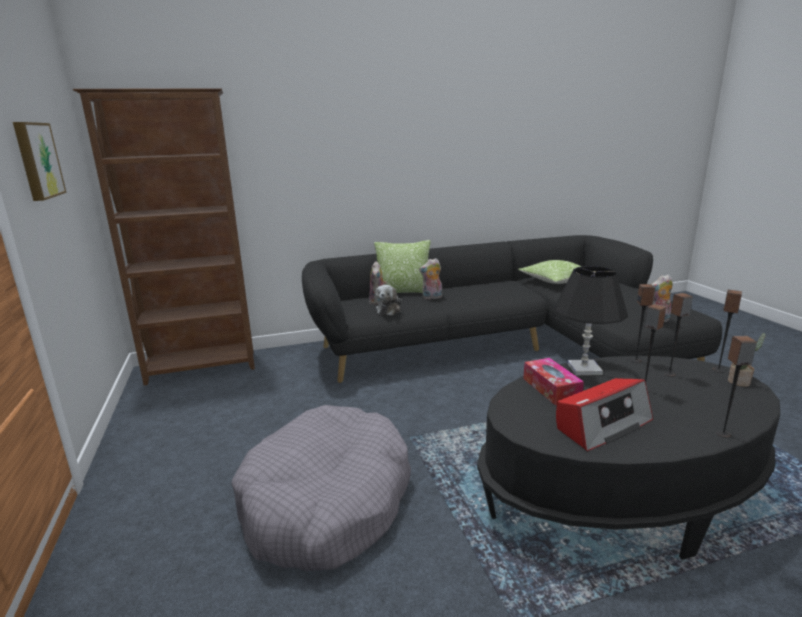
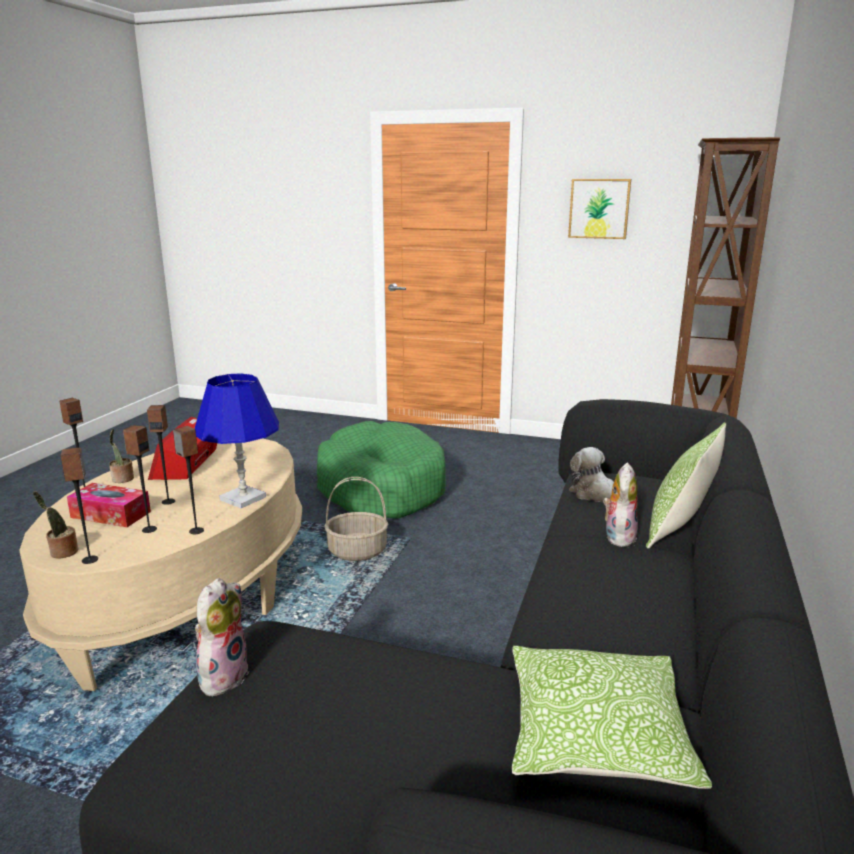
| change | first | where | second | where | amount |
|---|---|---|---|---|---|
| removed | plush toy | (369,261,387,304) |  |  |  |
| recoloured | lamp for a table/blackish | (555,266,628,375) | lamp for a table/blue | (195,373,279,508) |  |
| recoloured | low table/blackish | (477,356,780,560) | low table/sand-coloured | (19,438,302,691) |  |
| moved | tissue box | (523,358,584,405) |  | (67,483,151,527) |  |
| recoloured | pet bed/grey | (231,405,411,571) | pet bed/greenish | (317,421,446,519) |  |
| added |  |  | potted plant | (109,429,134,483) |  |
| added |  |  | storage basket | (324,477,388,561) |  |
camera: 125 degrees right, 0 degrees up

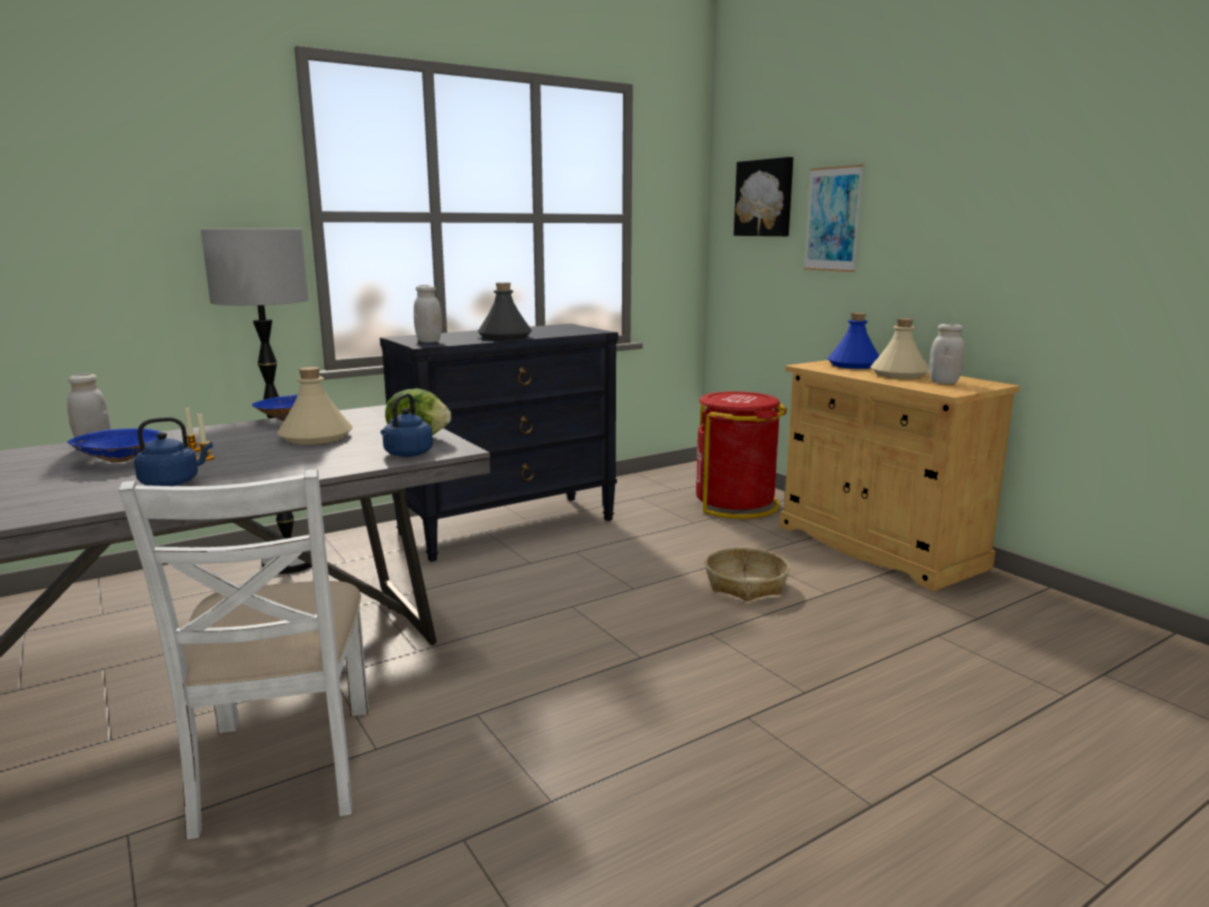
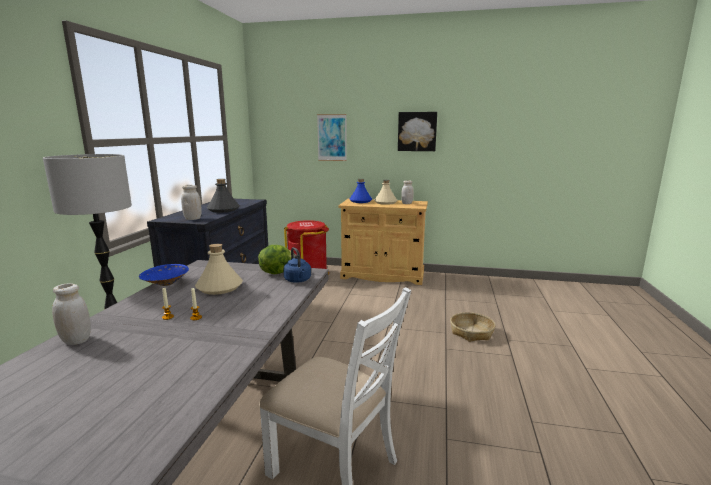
| change | first | where | second | where | amount |
|---|---|---|---|---|---|
| moved | wall art | (734,157,793,236) |  | (398,112,437,151) |  |
| removed | tea kettle/blue | (134,417,213,486) |  |  |  |
| removed | bowl/blue | (67,428,161,462) |  |  |  |
| moved | storage basket | (705,548,790,601) |  | (450,312,495,342) |  |
camera: 45 degrees left, 0 degrees up

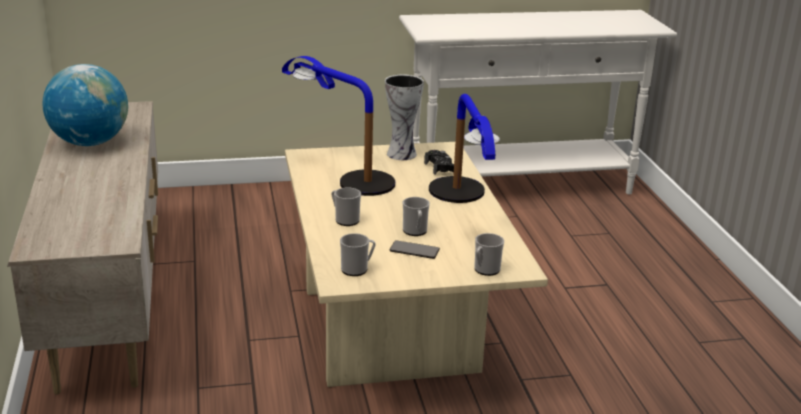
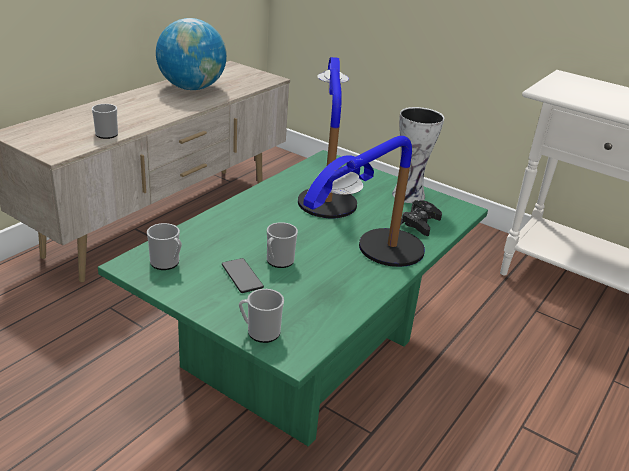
| change | first | where | second | where | amount |
|---|---|---|---|---|---|
| recoloured | low table/sand-coloured | (285,142,548,387) | low table/greenish | (98,150,488,447) |  |
| moved | coffee mug | (331,187,361,226) |  | (92,104,118,139) |  |
camera: 45 degrees right, 5 degrees up

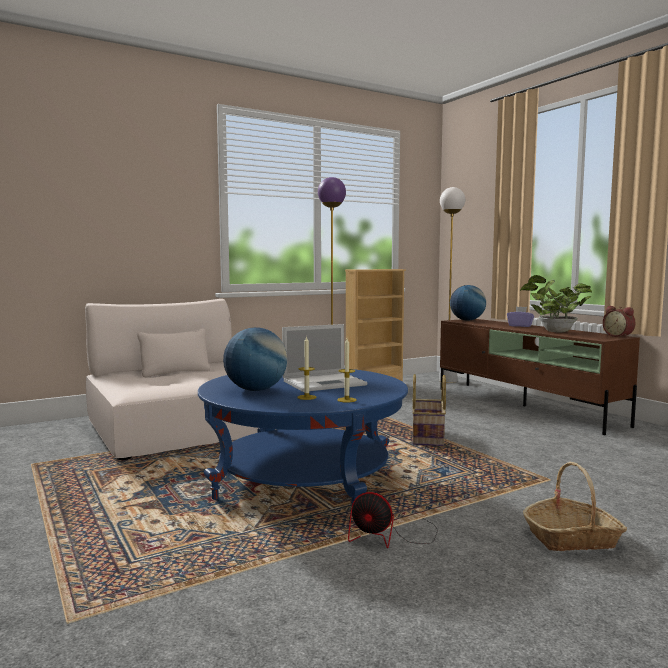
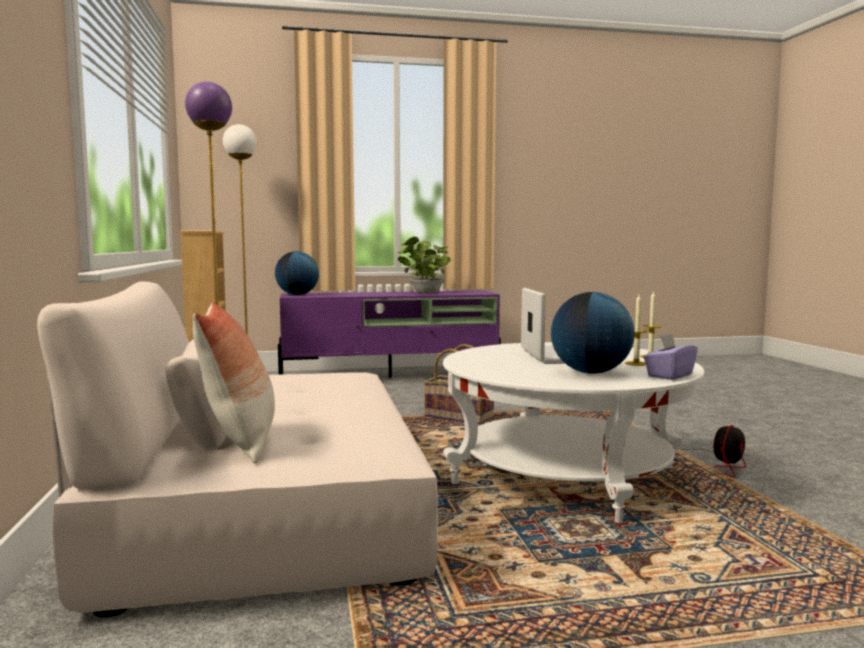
| change | first | where | second | where | amount |
|---|---|---|---|---|---|
| removed | table clock | (603,306,636,338) |  |  |  |
| moved | tissue box/purplish | (507,307,534,327) |  | (644,334,698,380) |  |
| recoloured | tv stand/brown | (440,319,640,435) | tv stand/purplish | (278,291,501,378) |  |
| recoloured | low table/blue | (198,368,408,504) | low table/whitish | (443,343,705,523) |  |
| removed | storage basket | (523,462,627,551) |  |  |  |
| added |  |  | pillow | (193,302,275,464) |  |
camera: 70 degrees left, 0 degrees up

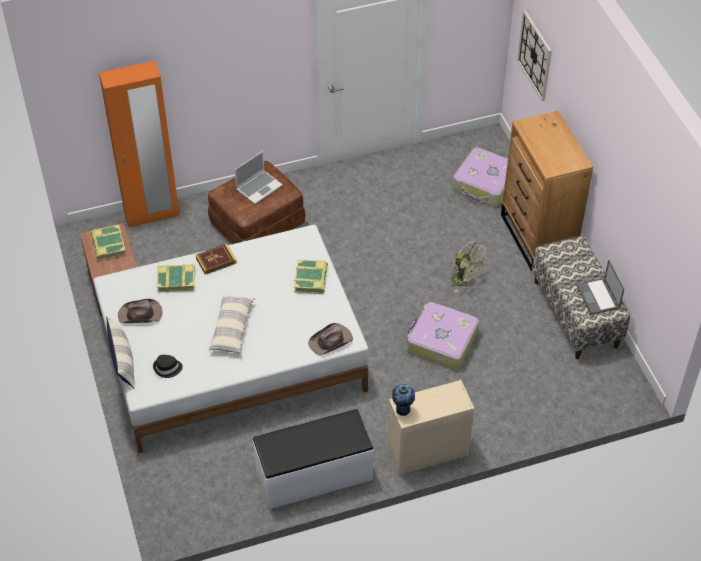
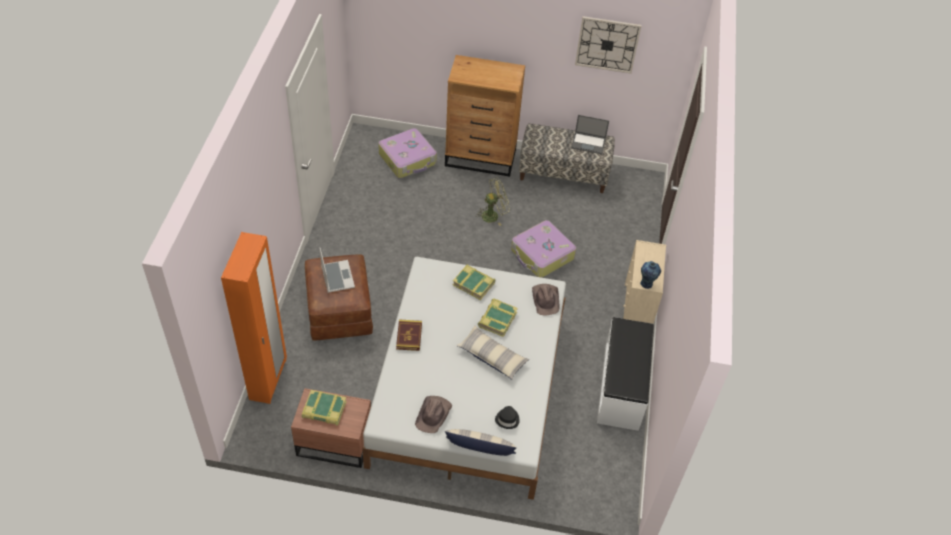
| change | first | where | second | where | amount |
|---|---|---|---|---|---|
| moved | clock on the wall | (517,10,552,101) |  | (575,16,641,74) |  |
| moved | bound book | (157,264,195,292) |  | (478,299,518,337) |  |
camera: 65 degrees left, 0 degrees up

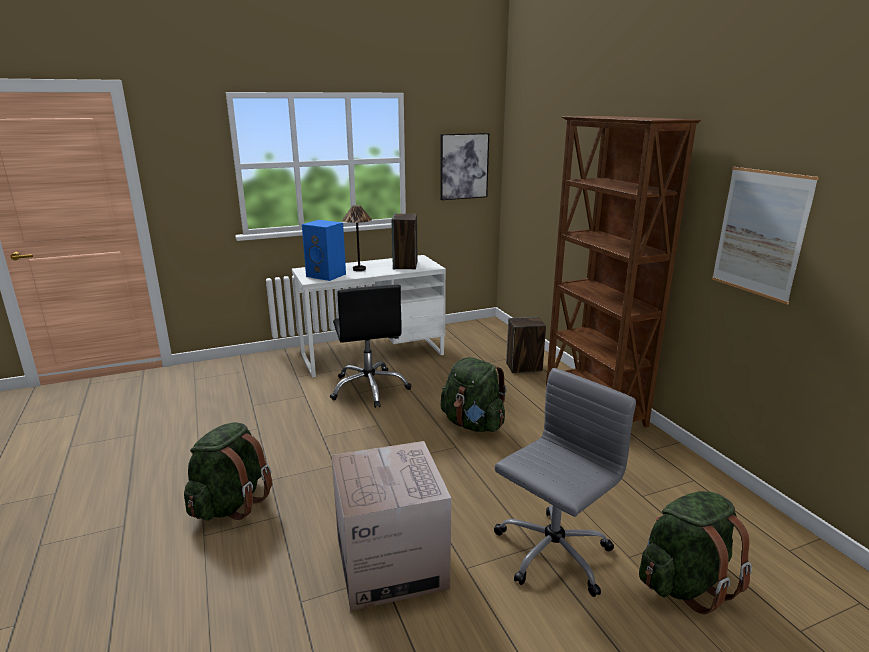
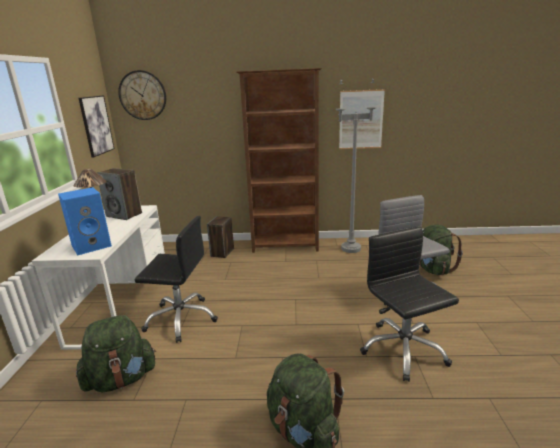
| change | first | where | second | where | amount |
|---|---|---|---|---|---|
| moved | knapsack/greenish | (441,357,507,432) |  | (76,315,156,393) |  |
| replaced | cardboard box | (331,441,451,611) | computer chair/blackish | (360,226,459,382) |  |
| added |  |  | clock on the wall | (118,70,166,120) |  |
| added |  |  | floor lamp/grey | (336,78,376,253) |  |
camera: 65 degrees left, 0 degrees up

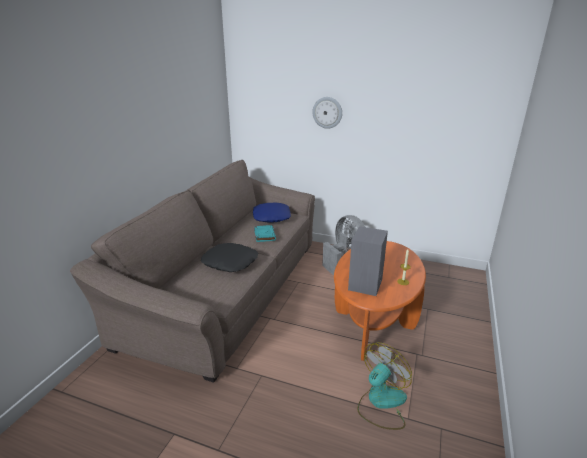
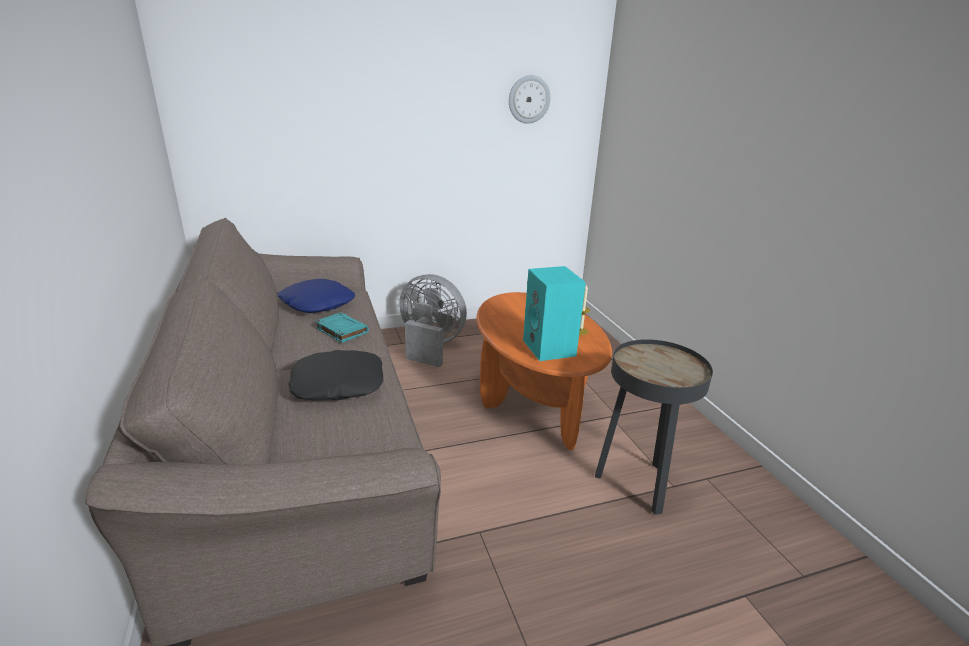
| change | first | where | second | where | amount |
|---|---|---|---|---|---|
| moved | clock on the wall | (312,97,342,129) |  | (509,75,550,124) |  |
| recoloured | speaker/grey | (348,226,388,296) | speaker/blue-green | (523,266,586,361) |  |
| replaced | cooling fan | (358,342,412,430) | side table/blackish | (595,339,713,515) |  |
camera: 40 degrees left, 0 degrees up

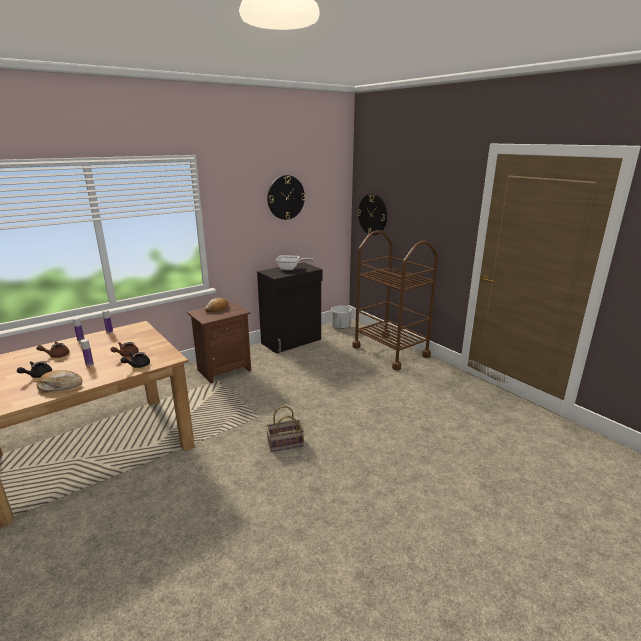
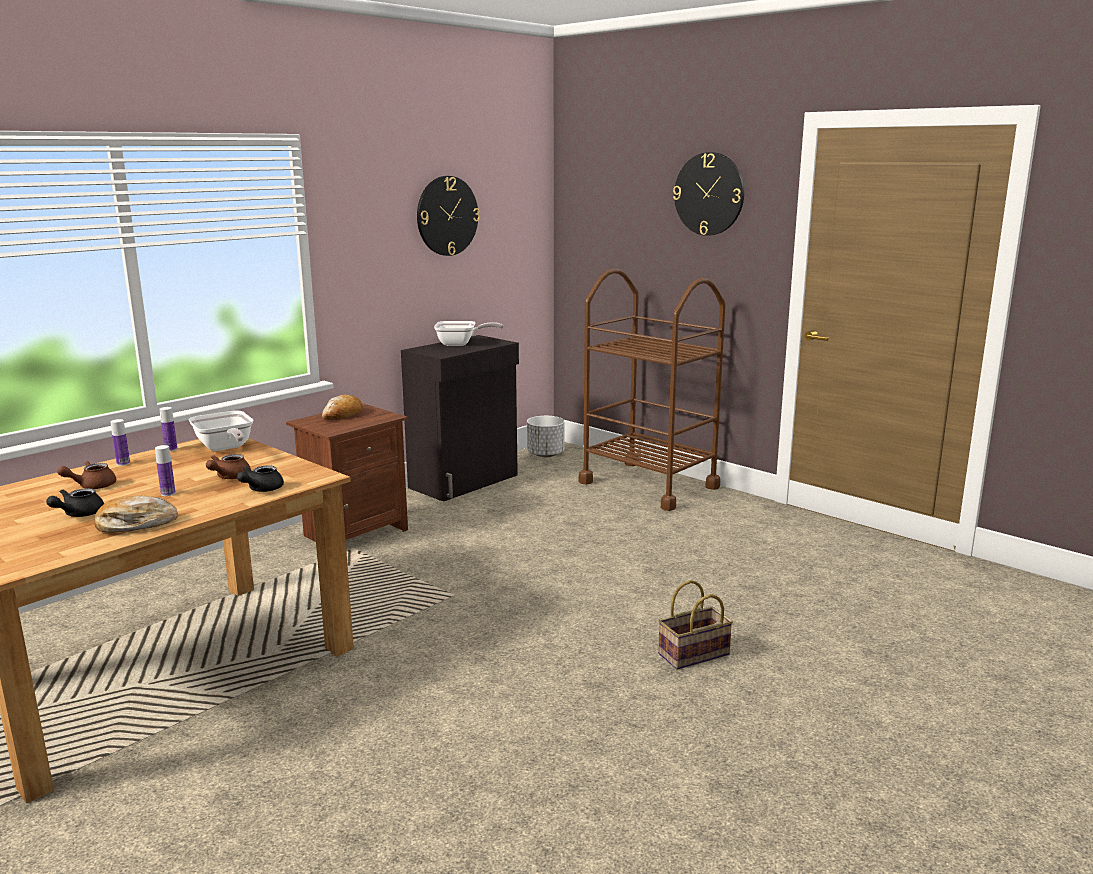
| change | first | where | second | where | amount |
|---|---|---|---|---|---|
| moved | clock on the wall | (357,194,387,235) |  | (673,152,744,236) |  |
| moved | storage basket | (266,406,304,452) |  | (658,580,733,670) |  |
| added |  |  | pan | (188,411,253,451) |  |
camera: 10 degrees left, 5 degrees down

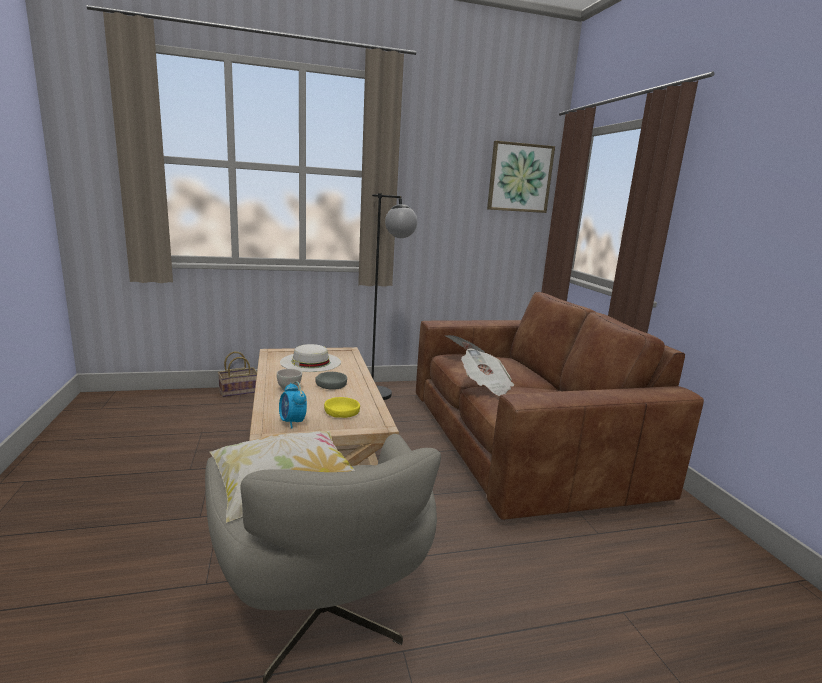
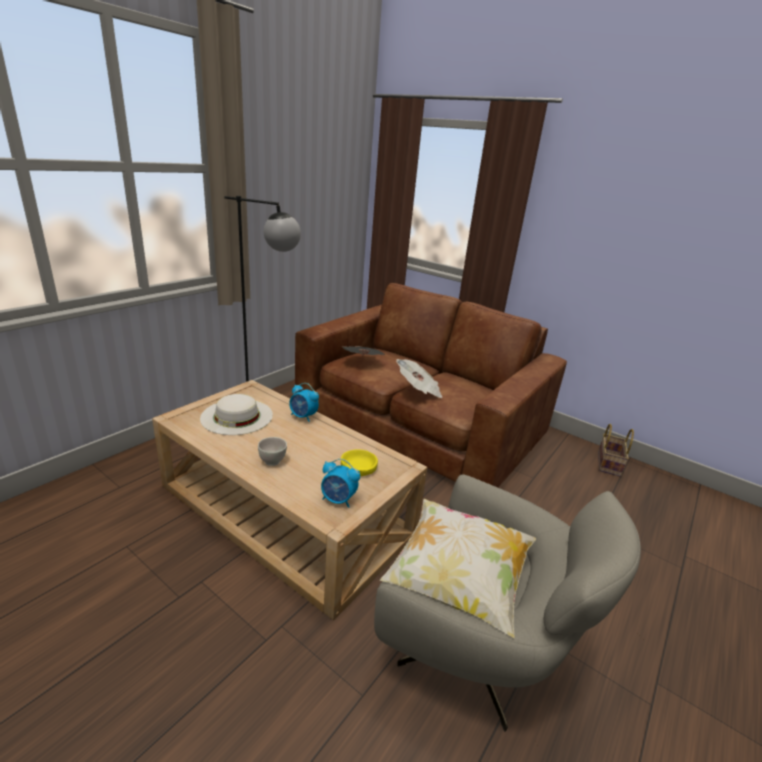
| change | first | where | second | where | amount |
|---|---|---|---|---|---|
| removed | wall art | (487,141,555,213) |  |  |  |
| moved | storage basket | (218,352,257,397) |  | (598,424,634,477) |  |
| removed | bowl/grey | (315,372,347,390) |  |  |  |
| added |  |  | table clock | (289,383,319,422) |  |
camera: 40 degrees left, 10 degrees up

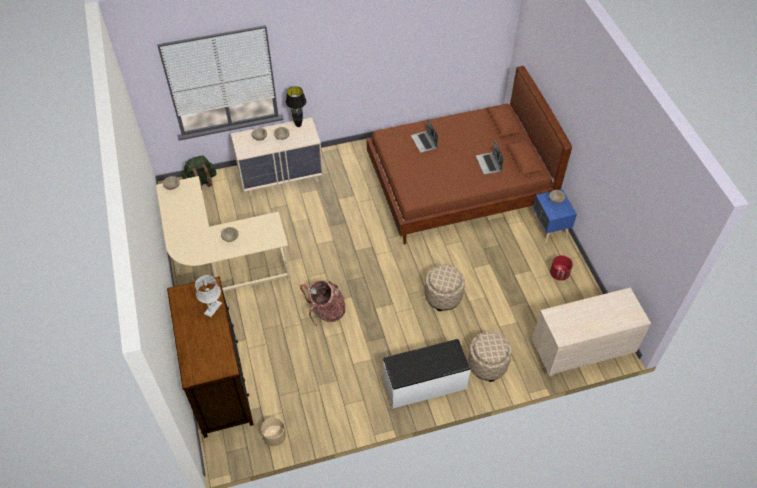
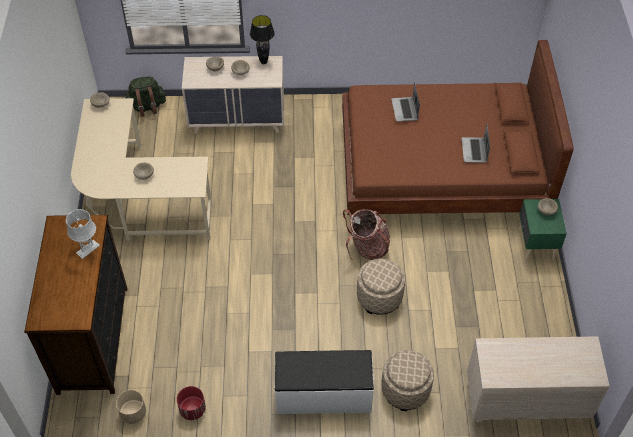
| change | first | where | second | where | amount |
|---|---|---|---|---|---|
| recoloured | bedside table/blue | (533,189,577,243) | bedside table/greenish | (519,199,567,261) |  |
| moved | flower pot/red | (550,255,573,281) |  | (177,386,206,420) |  |
| moved | knapsack | (300,280,346,326) |  | (343,209,390,260) |  |
camera: 15 degrees right, 0 degrees up

